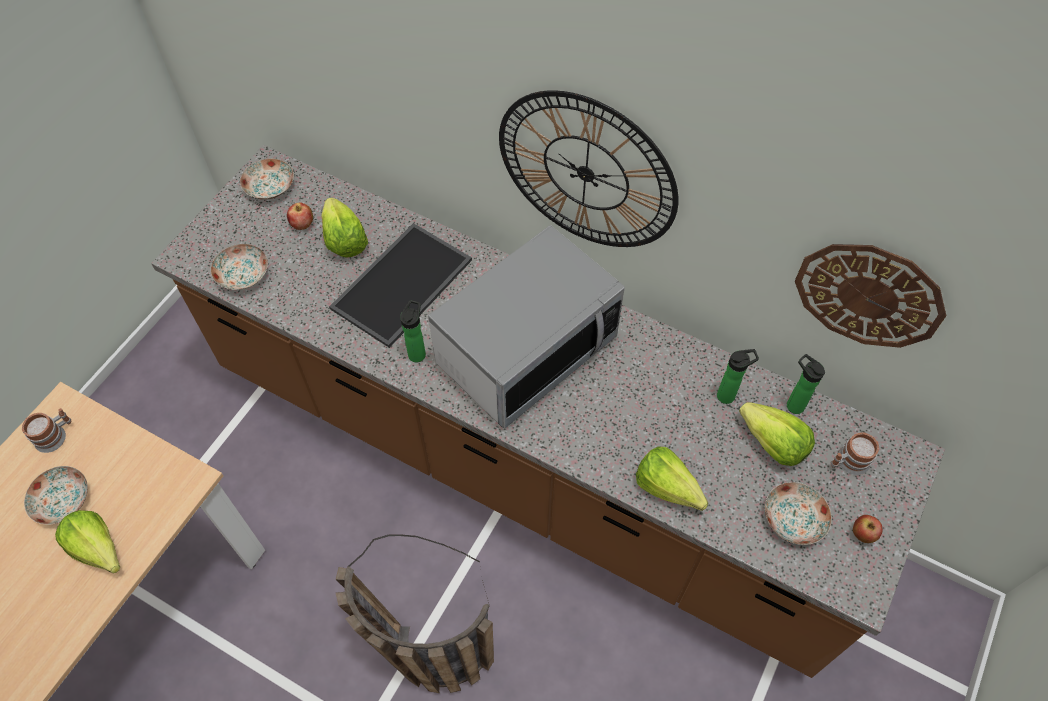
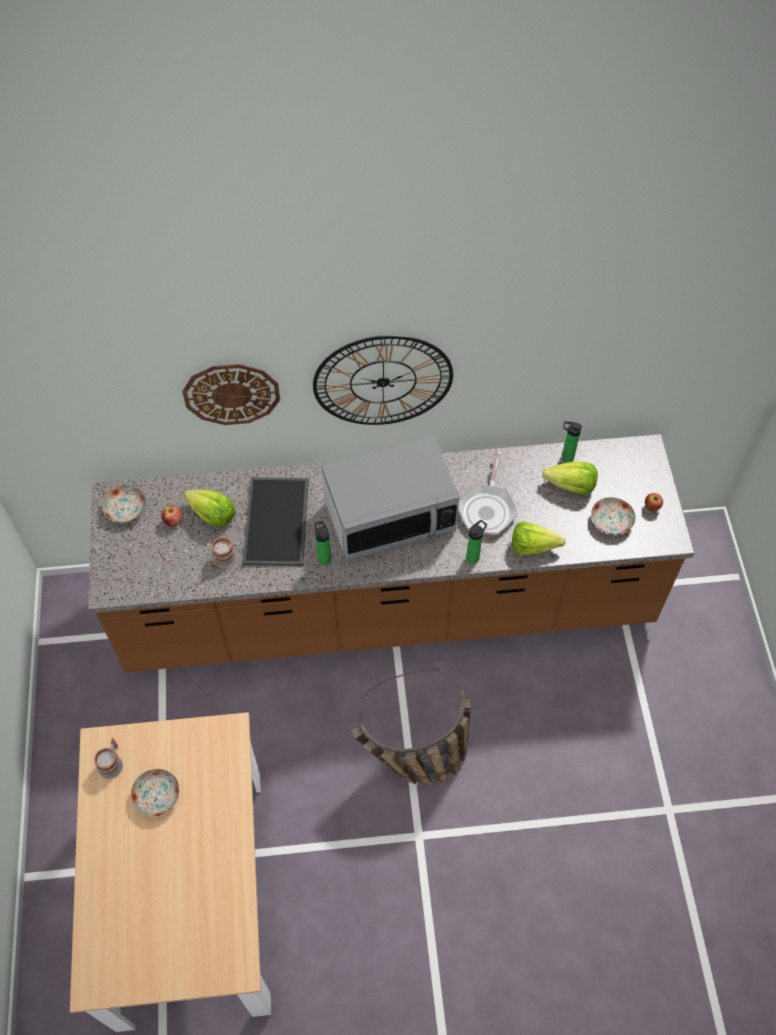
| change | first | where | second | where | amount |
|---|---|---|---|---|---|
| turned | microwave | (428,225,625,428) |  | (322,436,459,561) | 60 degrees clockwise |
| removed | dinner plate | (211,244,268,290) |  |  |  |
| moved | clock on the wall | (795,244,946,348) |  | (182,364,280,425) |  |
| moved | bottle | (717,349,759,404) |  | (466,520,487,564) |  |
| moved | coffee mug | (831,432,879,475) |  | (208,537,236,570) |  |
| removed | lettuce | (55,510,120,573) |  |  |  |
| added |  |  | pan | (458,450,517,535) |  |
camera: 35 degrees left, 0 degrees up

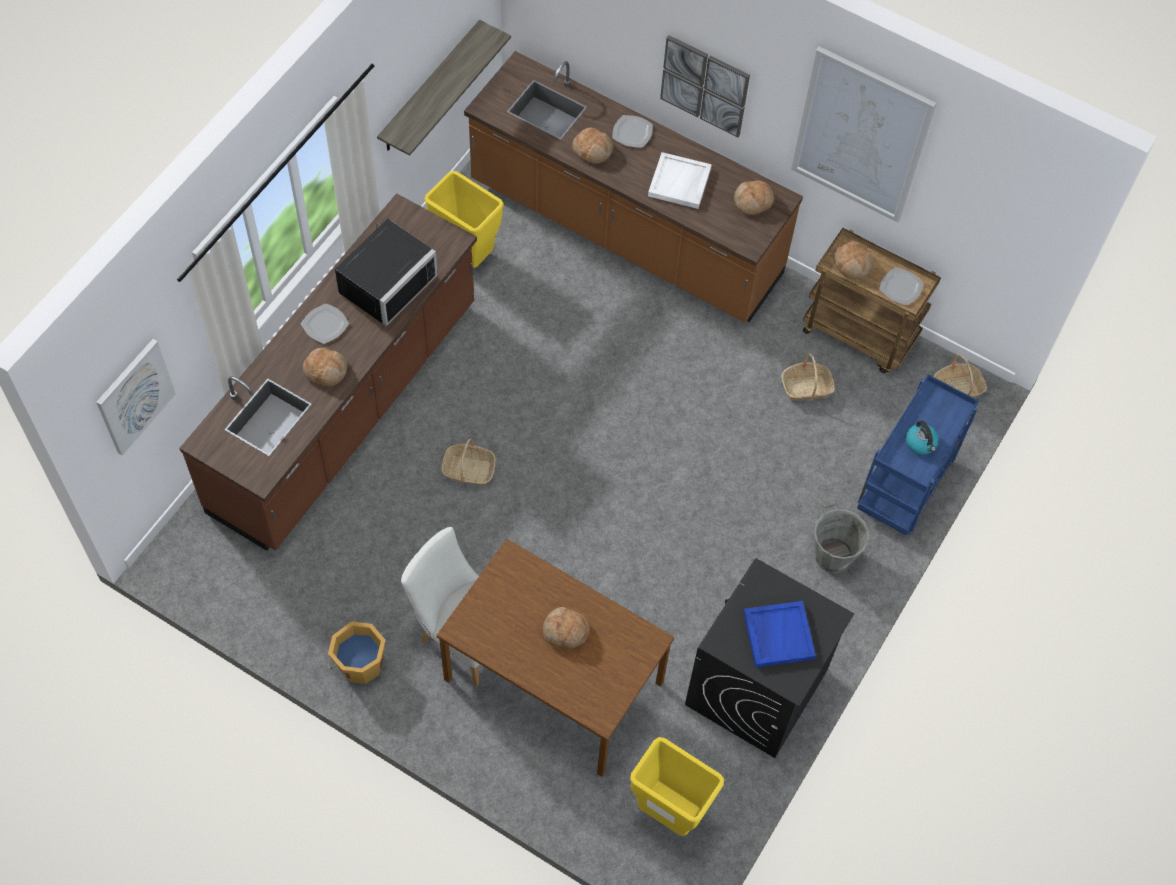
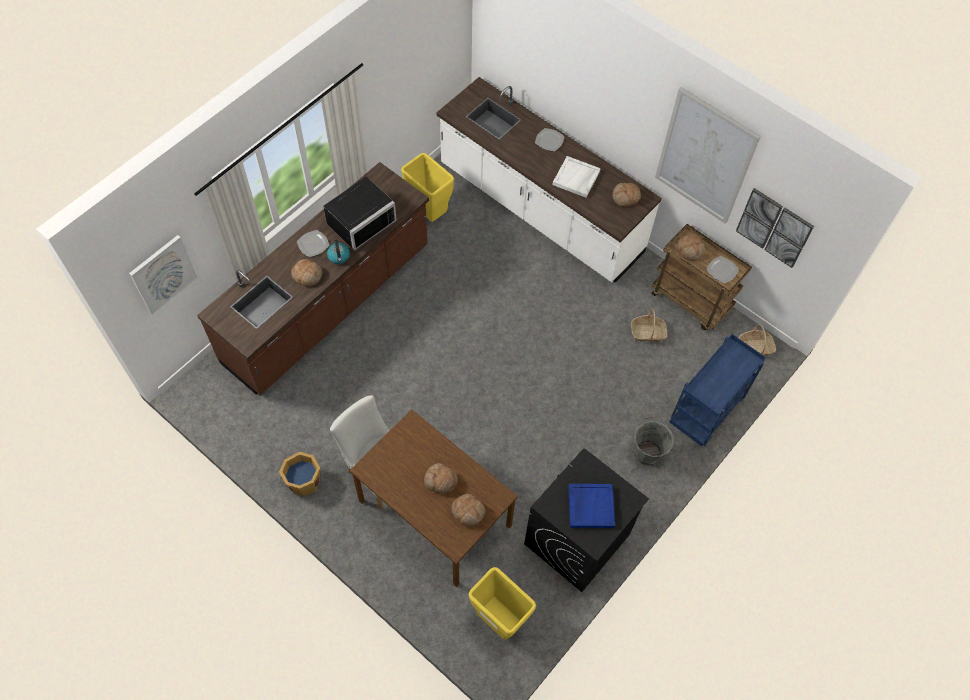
| change | first | where | second | where | amount |
|---|---|---|---|---|---|
| removed | shelf | (377,20,511,156) |  |  |  |
| moved | wall art | (660,35,750,138) |  | (736,188,814,268) |  |
| recoloured | counter/brown | (464,51,803,323) | counter/whitish | (437,77,662,283) |  |
| moved | baked bread | (572,127,613,164) |  | (451,494,485,527) |  |
| moved | tea kettle | (906,420,939,454) |  | (327,240,350,264) |  |
| removed | storage basket | (441,438,496,486) |  |  |  |
camera: 10 degrees right, 0 degrees up

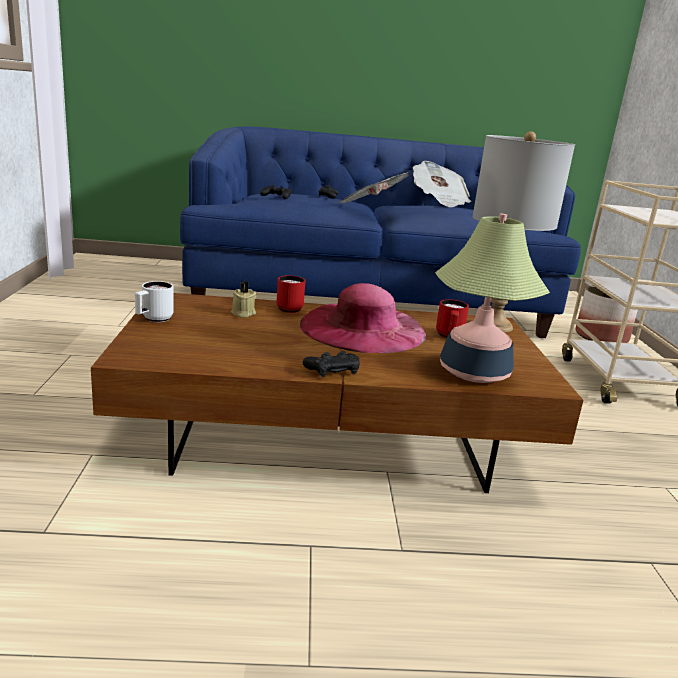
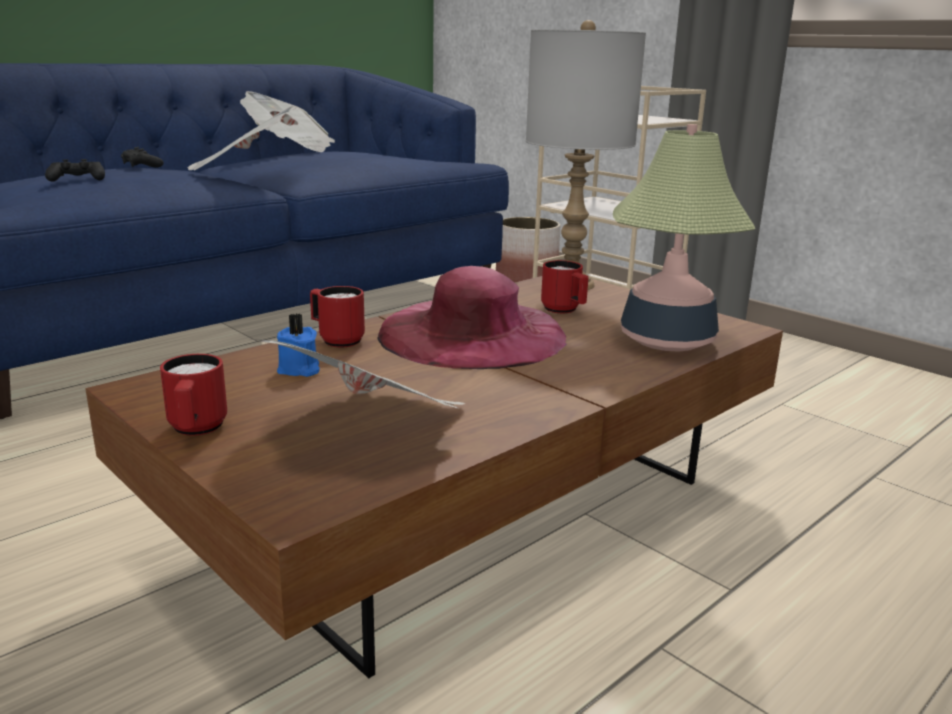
| change | first | where | second | where | amount |
|---|---|---|---|---|---|
| recoloured | coffee mug/whitish | (135,281,174,322) | coffee mug/red | (160,354,227,436) |  |
| recoloured | wax light/sand-coloured | (231,281,256,318) | wax light/blue | (277,314,320,377) |  |
| removed | joypad/blackish | (303,351,360,378) |  |  |  |
| added |  |  | daily paper | (260,340,466,408) |  |
camera: 40 degrees left, 0 degrees up

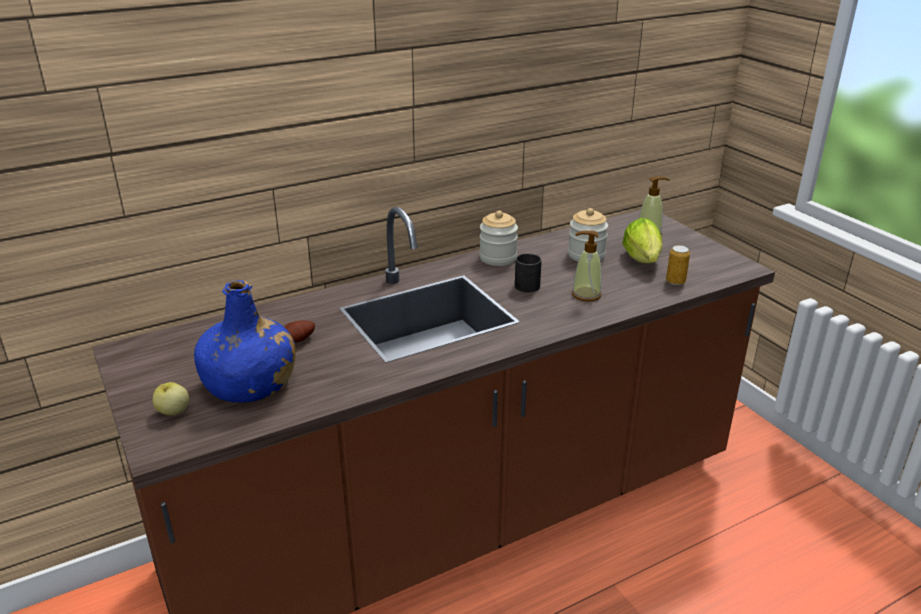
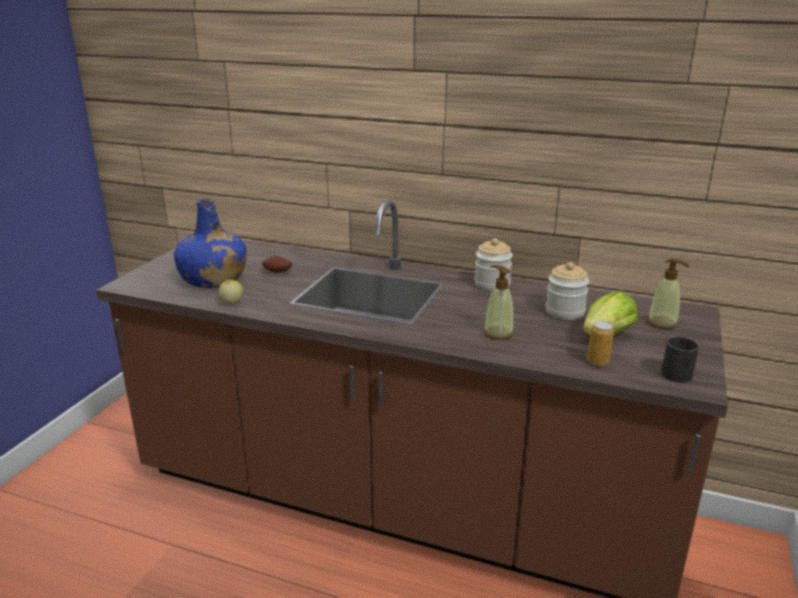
| change | first | where | second | where | amount |
|---|---|---|---|---|---|
| moved | coffee mug/blackish | (515,253,542,293) |  | (661,337,699,383) |  |
| moved | apple | (153,382,189,415) |  | (218,280,243,305) |  |
camera: 50 degrees right, 5 degrees down

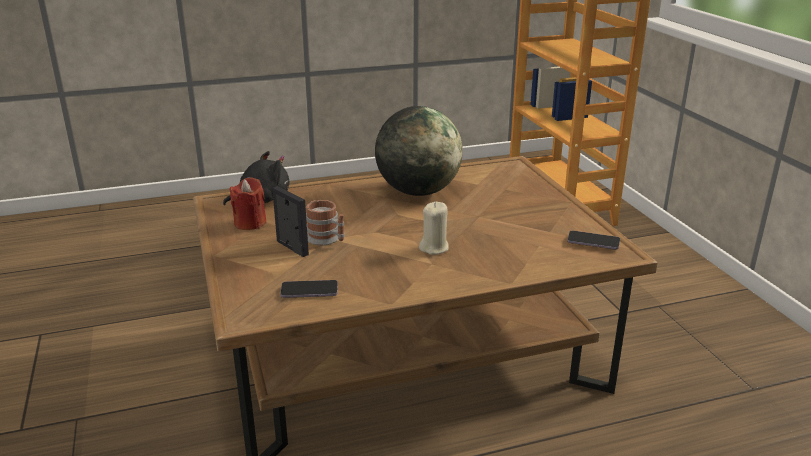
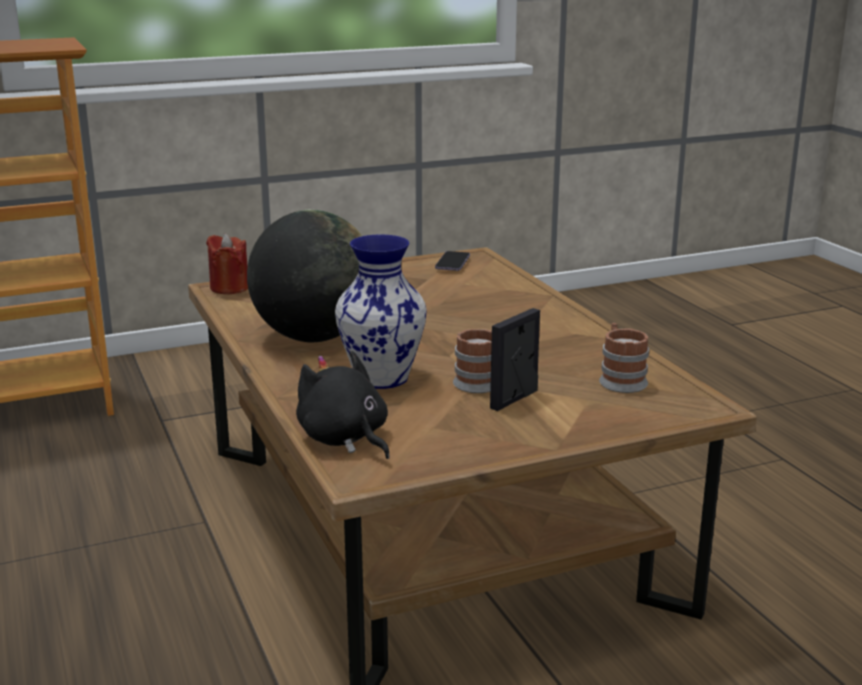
| change | first | where | second | where | amount |
|---|---|---|---|---|---|
| moved | wax light/red | (229,177,267,230) |  | (206,233,248,294) |  |
| removed | wax light/sand-coloured | (419,202,449,255) |  |  |  |
| replaced | handset | (280,280,338,298) | coffee mug | (599,323,649,393) |  |
| added |  |  | flower vase | (335,234,427,389) |  |
camera: 95 degrees left, 5 degrees down

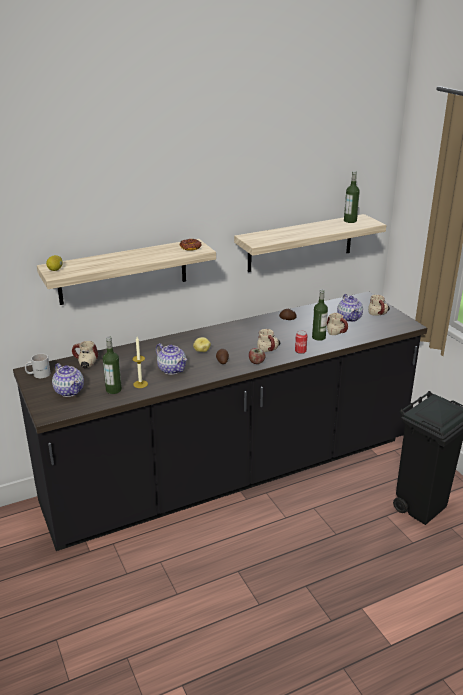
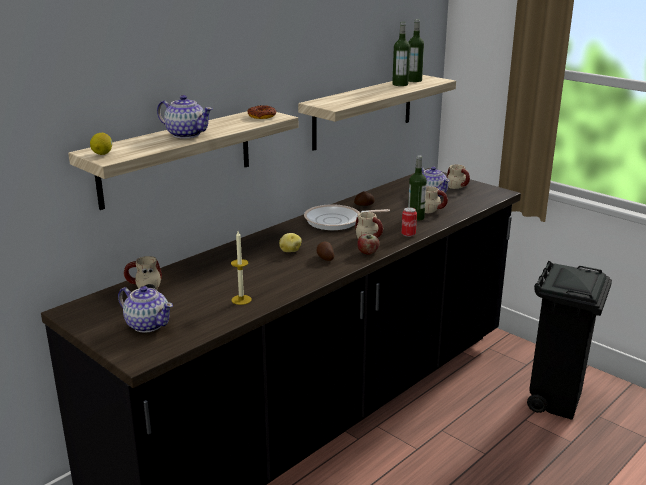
| change | first | where | second | where | amount |
|---|---|---|---|---|---|
| moved | bottle | (103,337,122,394) |  | (392,22,410,86) |  |
| moved | tea pot | (156,343,187,375) |  | (157,95,213,139) |  |
| removed | coffee mug/whitish | (25,353,51,378) |  |  |  |
| added |  |  | pan | (304,204,390,230) |  |
camera: 20 degrees left, 5 degrees down

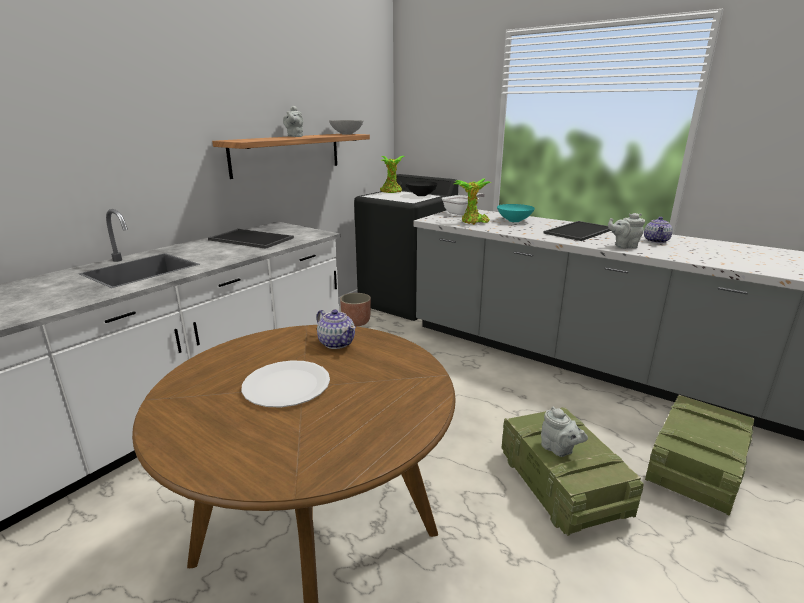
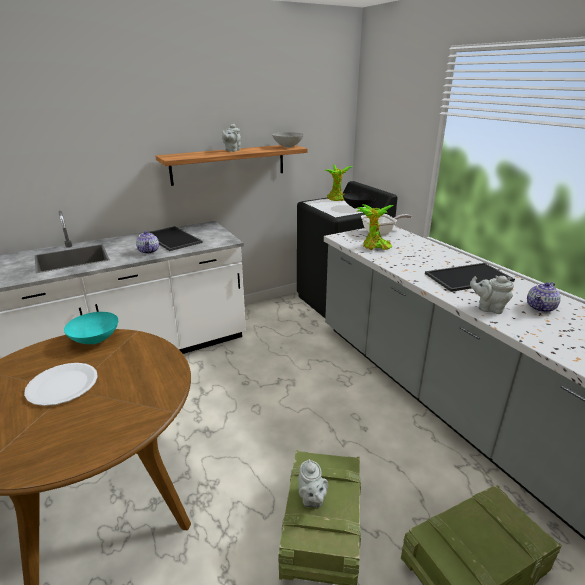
| change | first | where | second | where | amount |
|---|---|---|---|---|---|
| moved | bowl/blue-green | (497,204,535,222) |  | (64,312,118,344) |  |
| removed | flower pot | (340,293,371,326) |  |  |  |
| moved | tea pot | (317,309,356,349) |  | (136,231,159,254) |  |
camera: 25 degrees right, 5 degrees up

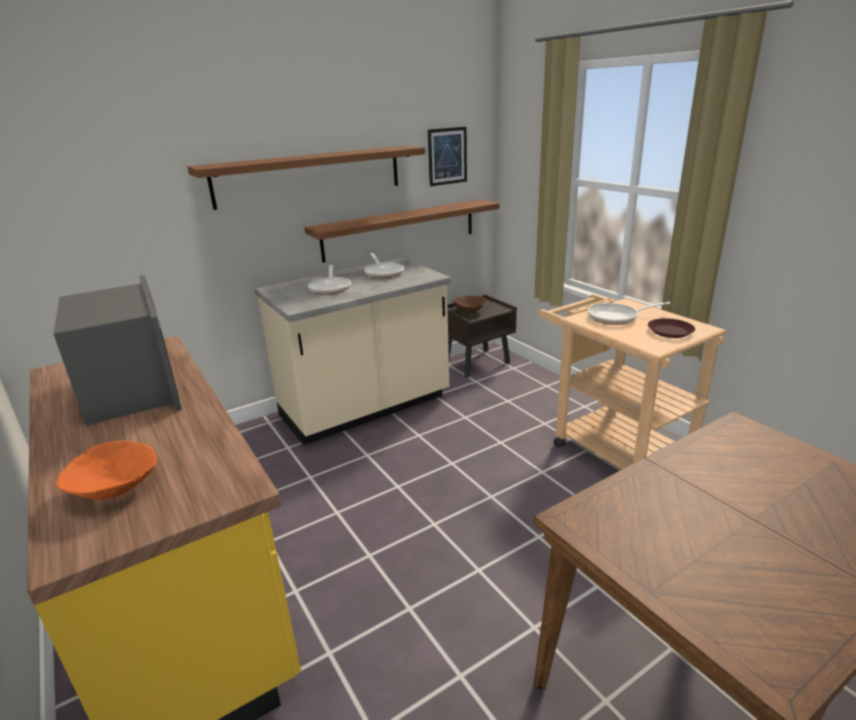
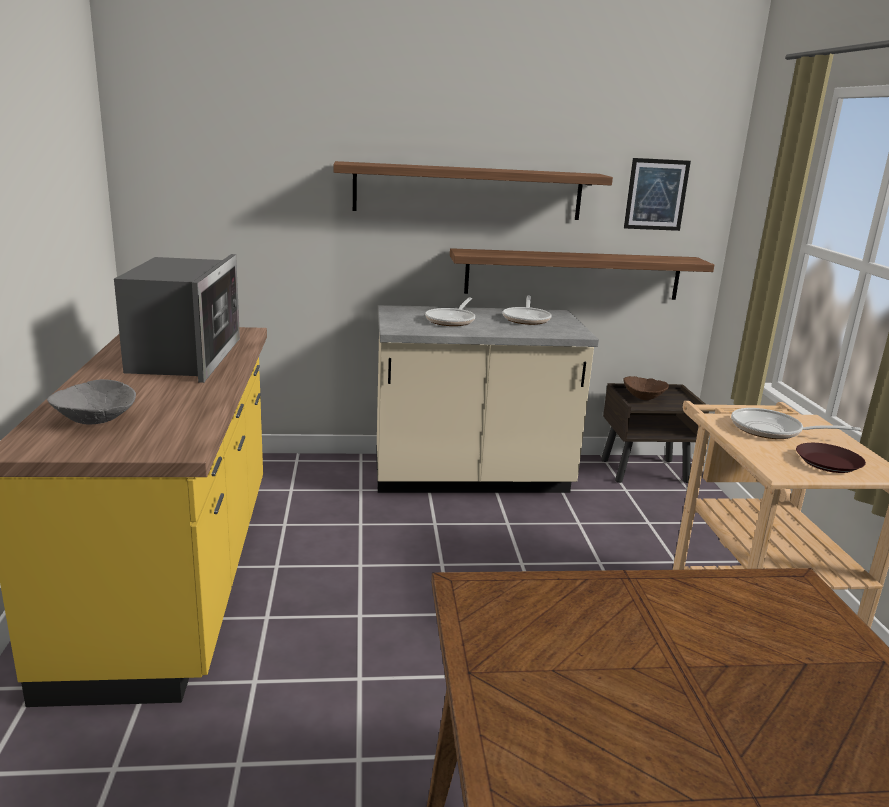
| change | first | where | second | where | amount |
|---|---|---|---|---|---|
| recoloured | bowl/orange | (56,441,157,500) | bowl/grey | (47,379,136,425) |  |
camera: 25 degrees right, 5 degrees down

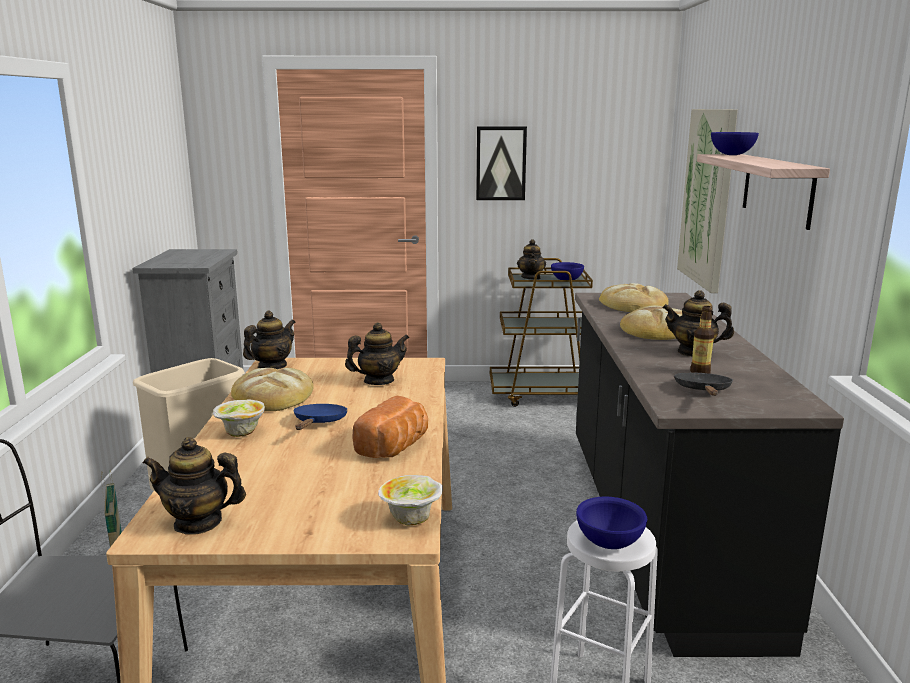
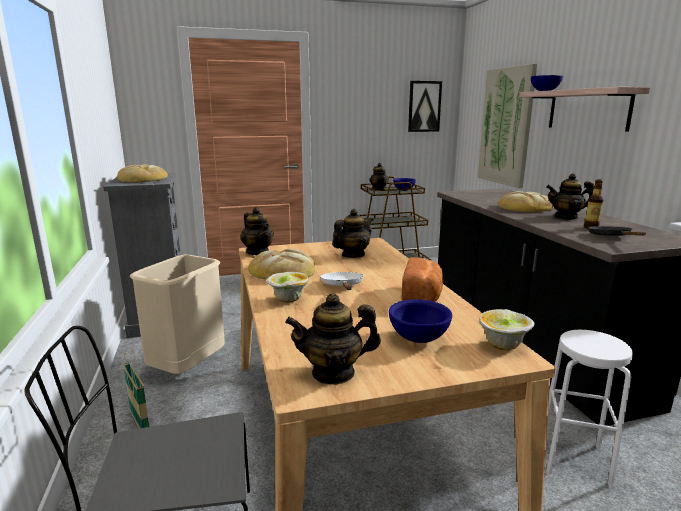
| change | first | where | second | where | amount |
|---|---|---|---|---|---|
| moved | wall art | (476,126,527,200) |  | (408,81,442,132) |  |
| moved | baked bread | (599,283,669,312) |  | (117,165,168,183) |  |
| turned | tea pot | (243,311,295,369) |  | (240,207,274,255) | 120 degrees clockwise |
| recoloured | pan/blue | (294,404,347,430) | pan/whitish | (320,272,364,290) |  |
| moved | bowl/blue | (576,497,647,549) |  | (389,299,452,343) |  |
camera: 15 degrees left, 0 degrees up

